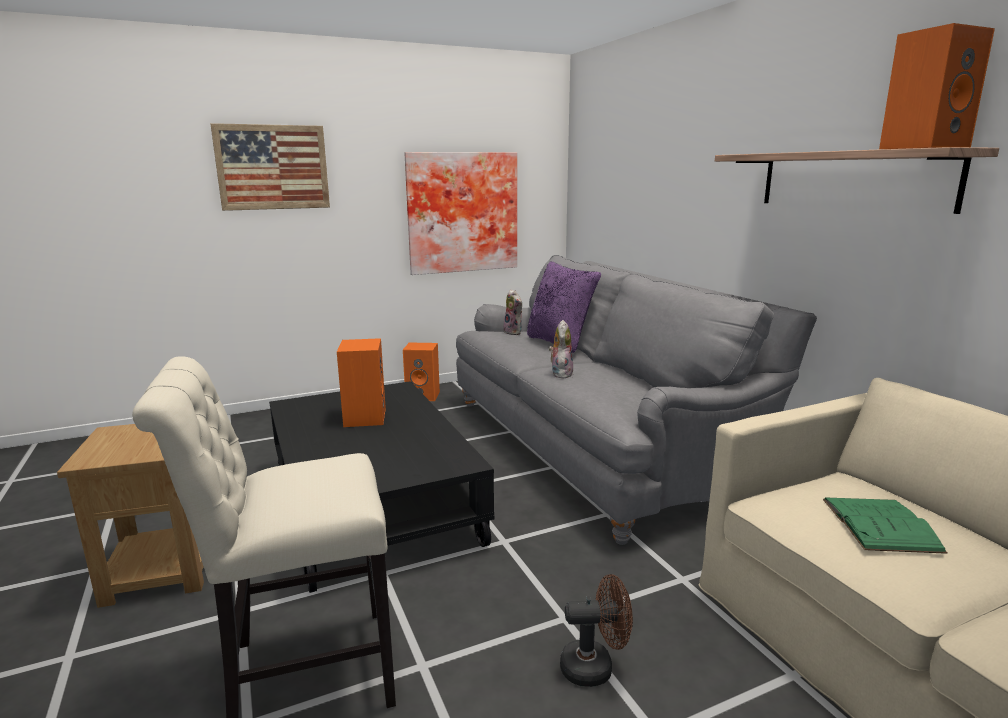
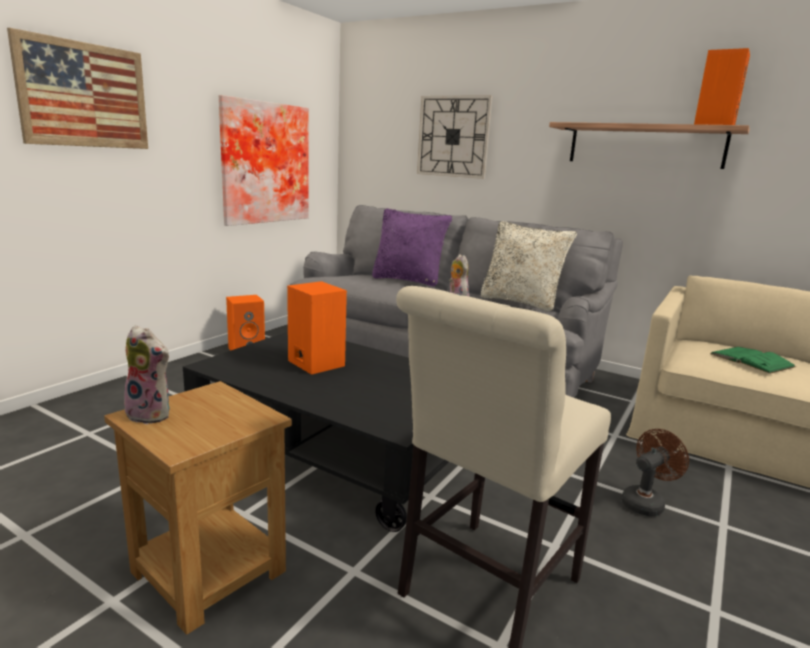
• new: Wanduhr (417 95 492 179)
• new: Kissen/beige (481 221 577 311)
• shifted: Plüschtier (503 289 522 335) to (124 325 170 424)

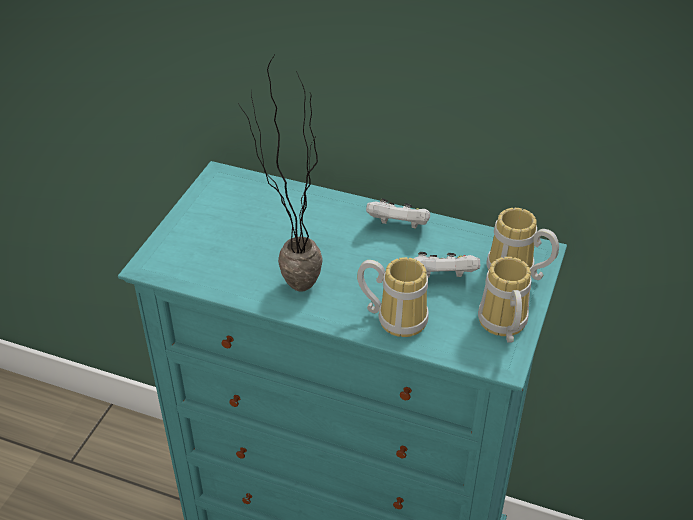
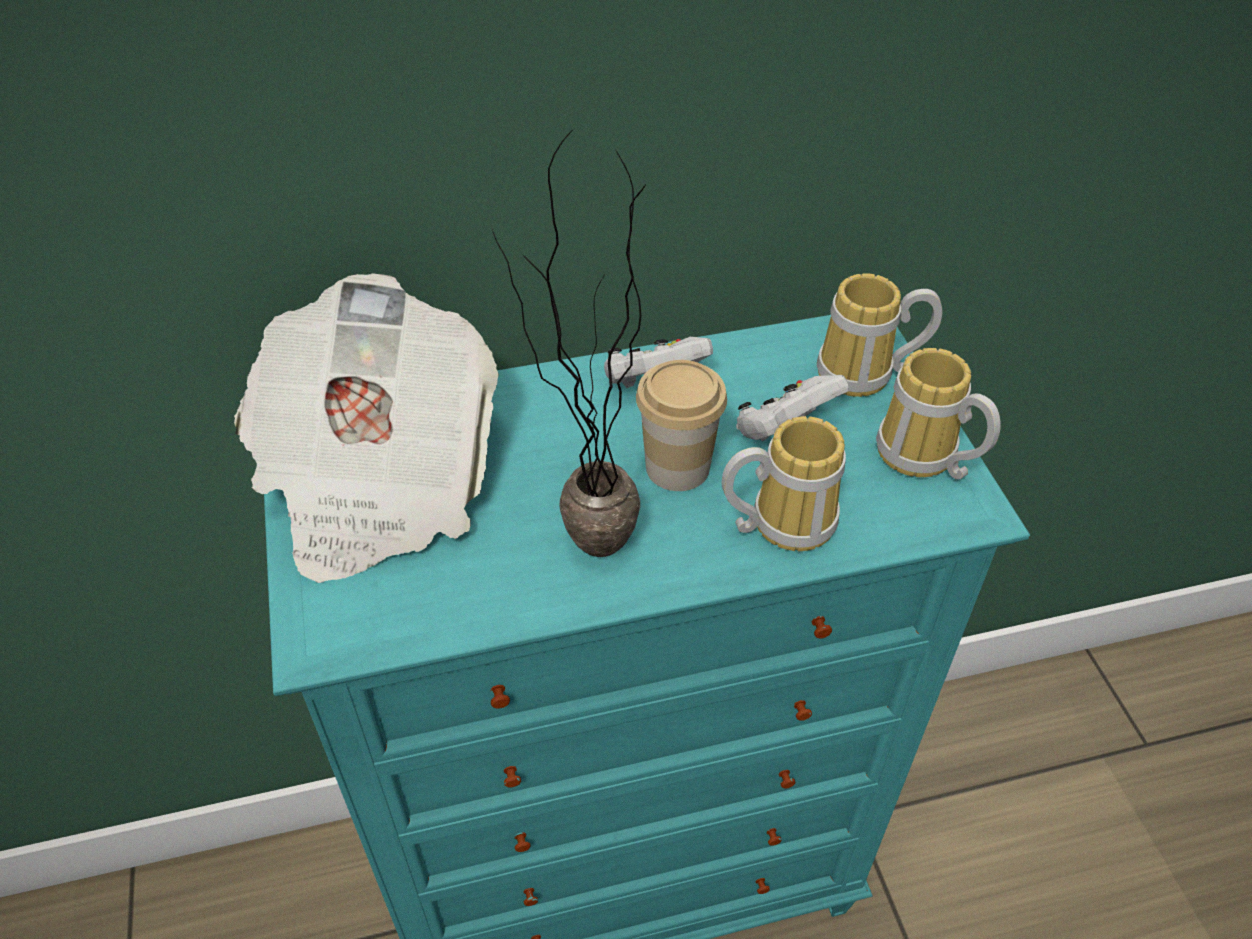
• new: Zeitung (234 273 499 583)
• new: Tasse (636 360 727 491)

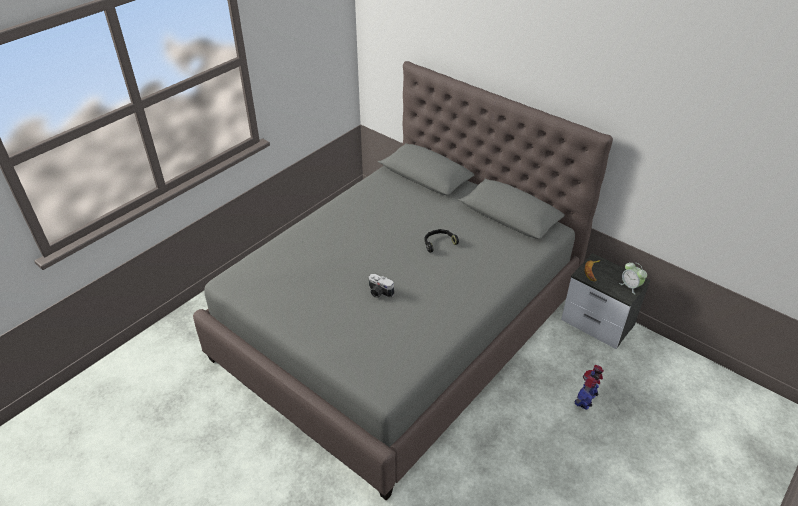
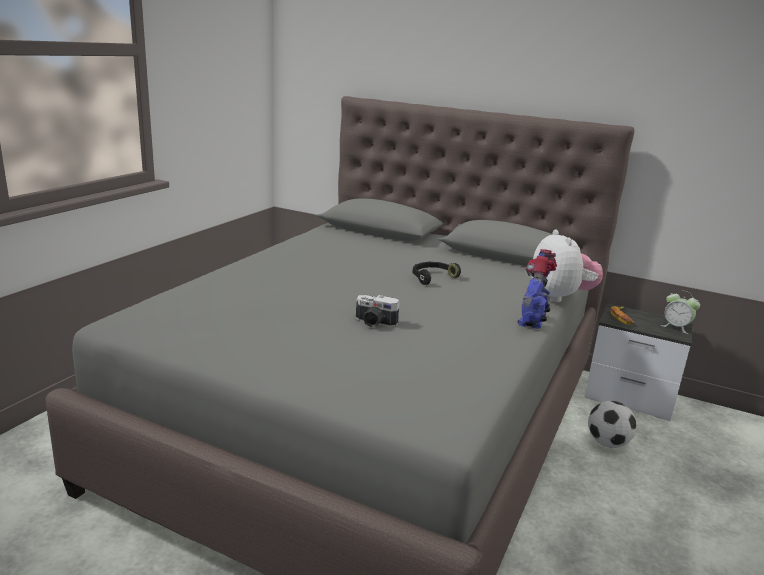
• new: Plüschtier (531 229 603 302)
• new: Fußball (588 401 637 448)
• shifted: Spielzeugroboter (574 365 604 410) to (517 249 557 329)

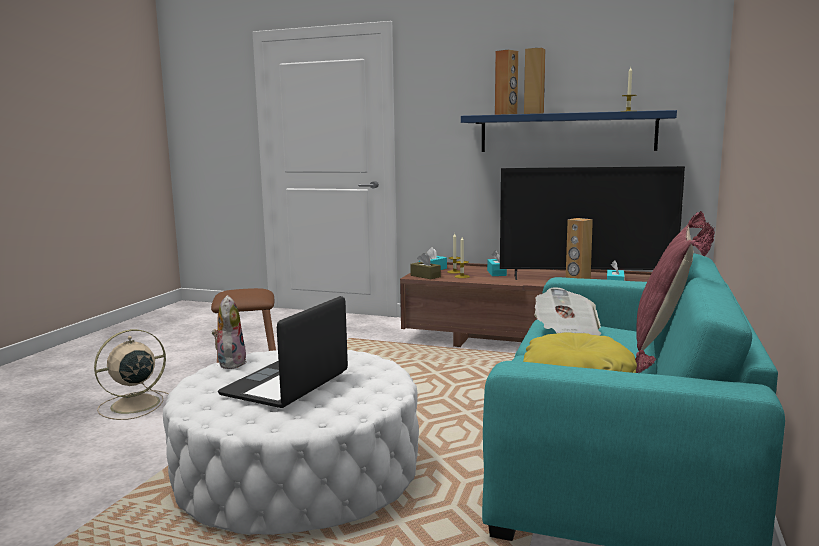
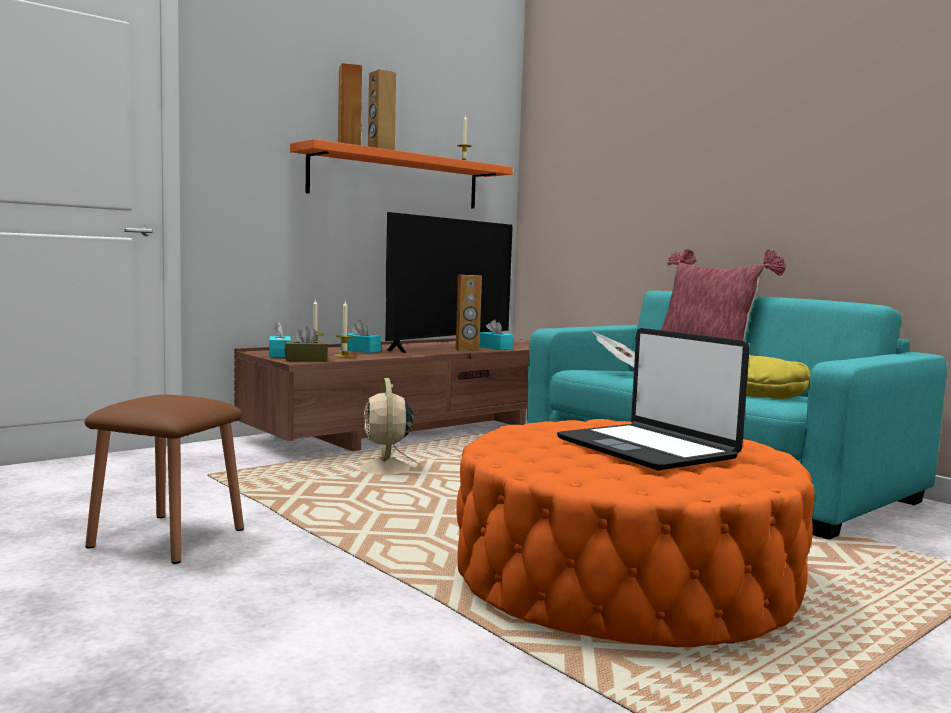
• gone: Plüschtier (212 295 247 369)
• shifted: Ventilator/beige (94 329 169 420) to (351 378 423 475)
• repainted: Polsterhocker/weiß (163 350 419 535) to Polsterhocker/orange (456 419 814 647)
• repainted: Wandregal/blau (461 110 677 152) to Wandregal/orange (290 139 513 209)

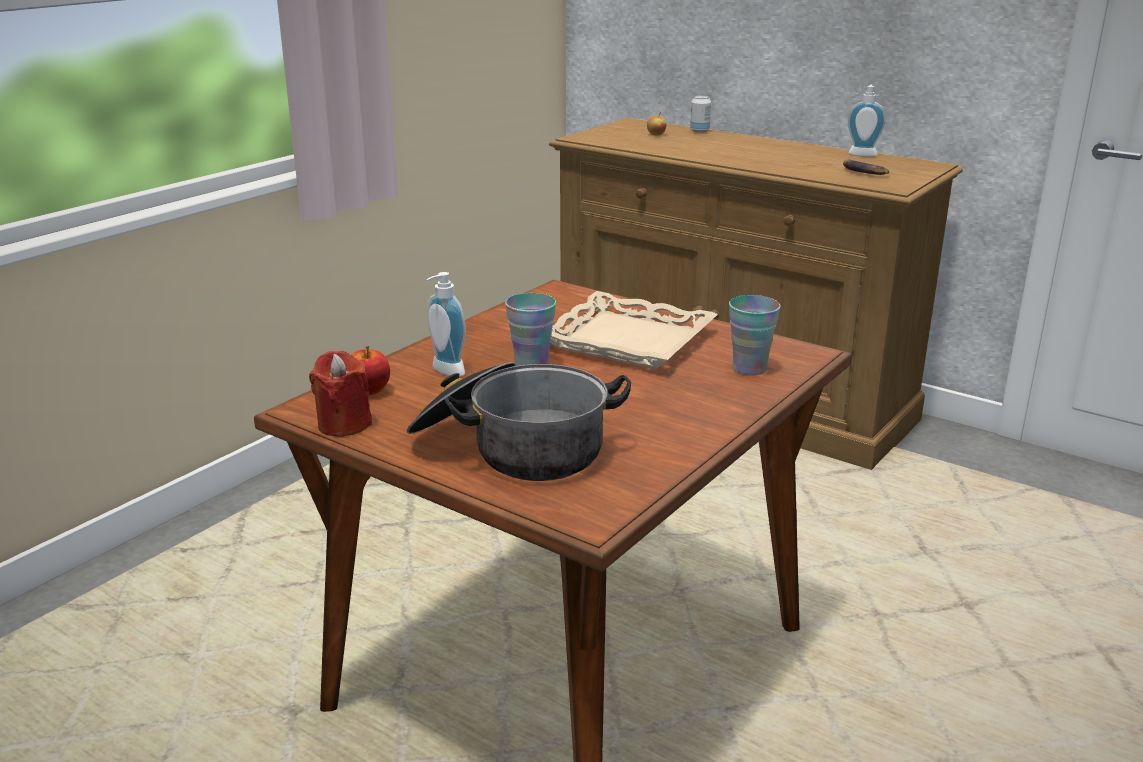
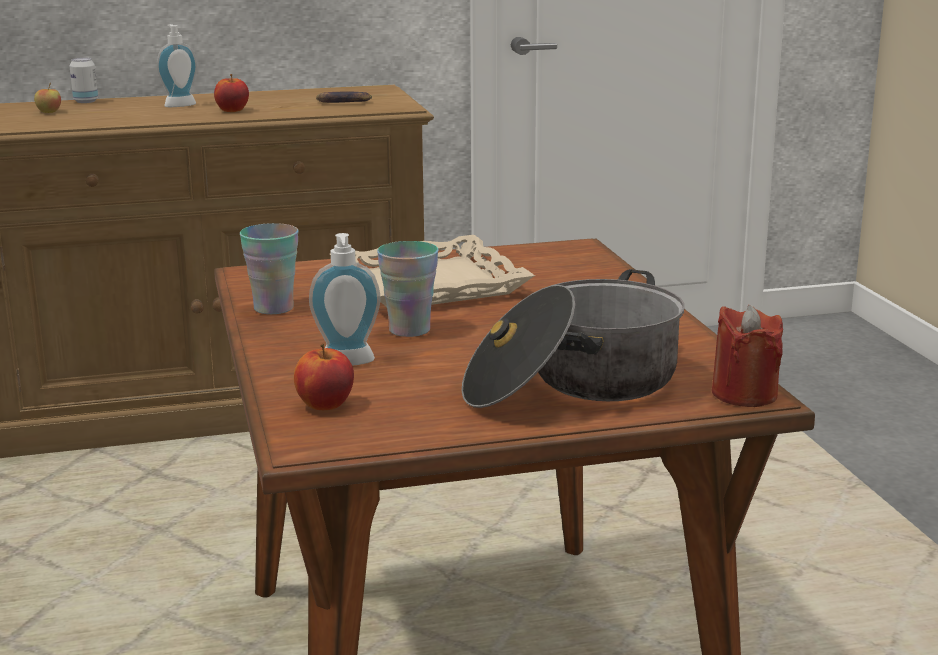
• new: Apfel (214 74 249 112)
• shifted: Kerze/rot (309 351 372 437) to (712 305 783 407)
• shifted: Tasse (729 295 780 376) to (240 223 299 314)
• shifted: Seifenspender (848 84 886 157) to (157 24 197 107)

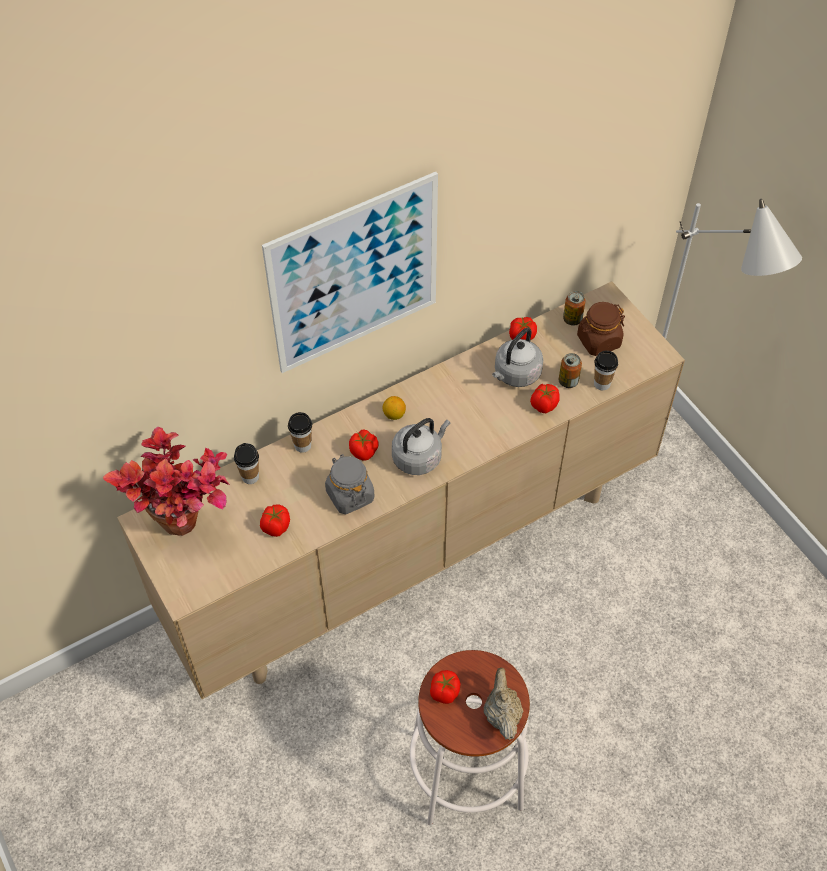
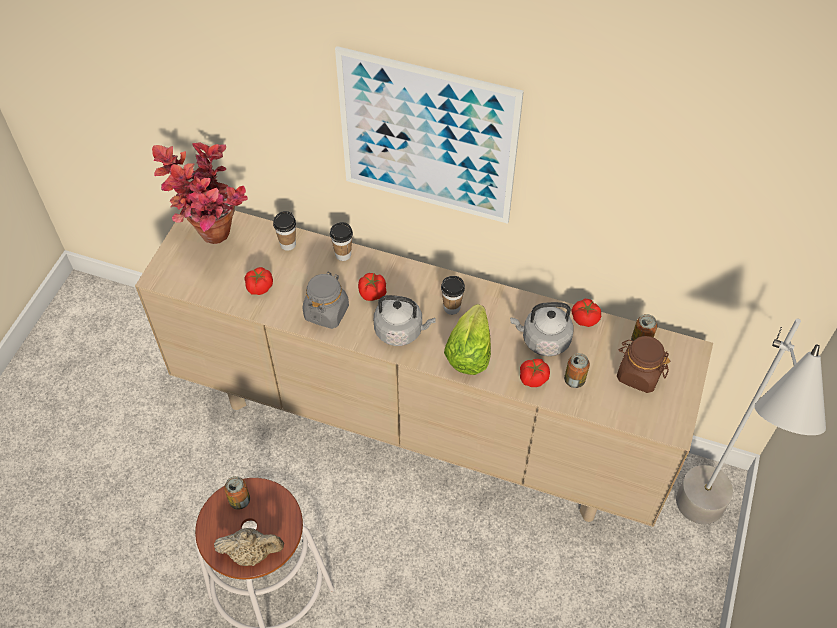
• gone: Zitrone (383 396 406 420)
• new: Salatkopf (444 304 491 375)
• shifted: Tasse (594 350 618 390) to (441 276 465 315)
• swapped: Tomate (430 670 461 704) to Dose (224 476 250 510)
• rotated: Teekanne/beige (484 667 524 740) = (214 528 284 566) 45 degrees clockwise

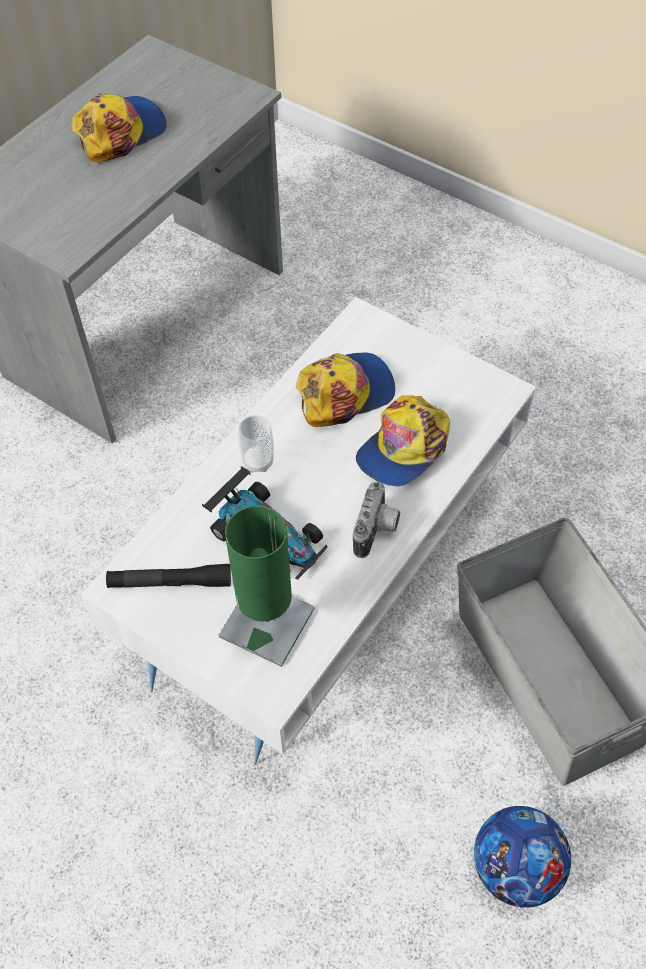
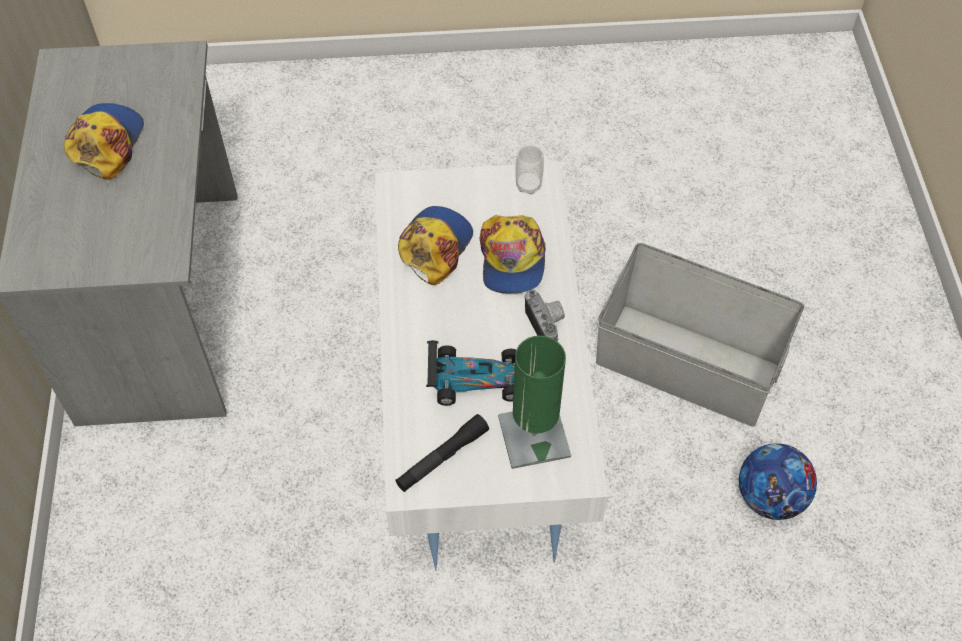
• shifted: Tasse (238 415 274 472) to (515 145 544 194)

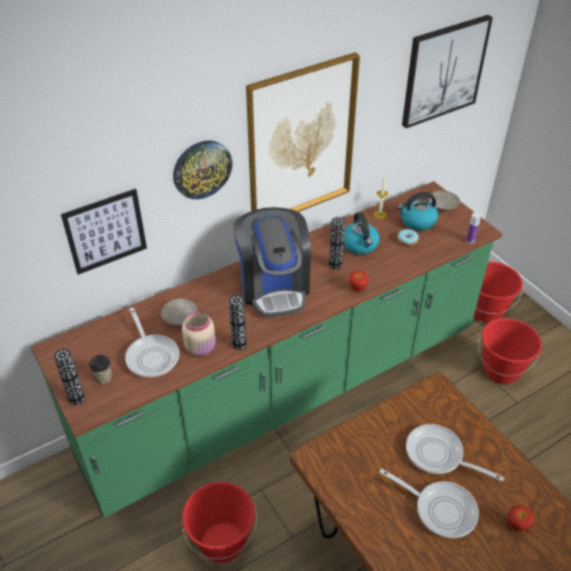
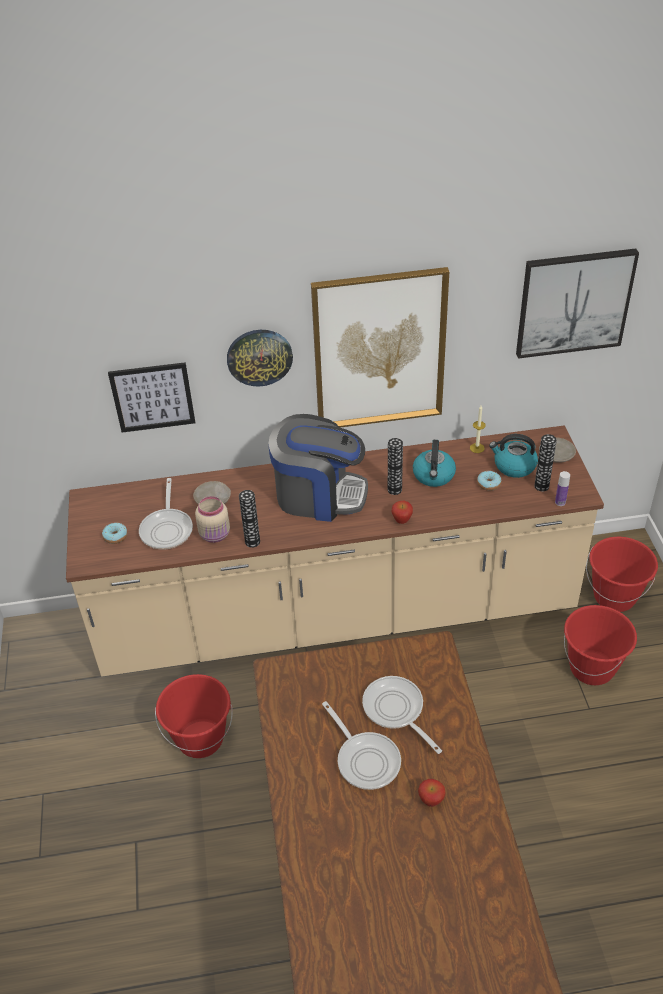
• shifted: Vase (54 349 85 405) to (534 434 557 491)
• swapped: Tasse (89 355 112 384) to Donut (102 523 127 544)
• repainted: Küchenzeile/grün (31 181 502 518) to Küchenzeile/beige (66 426 604 677)
• rotated: Kaffeemaschine (233 207 311 317) = (268 414 368 522) 90 degrees counterclockwise

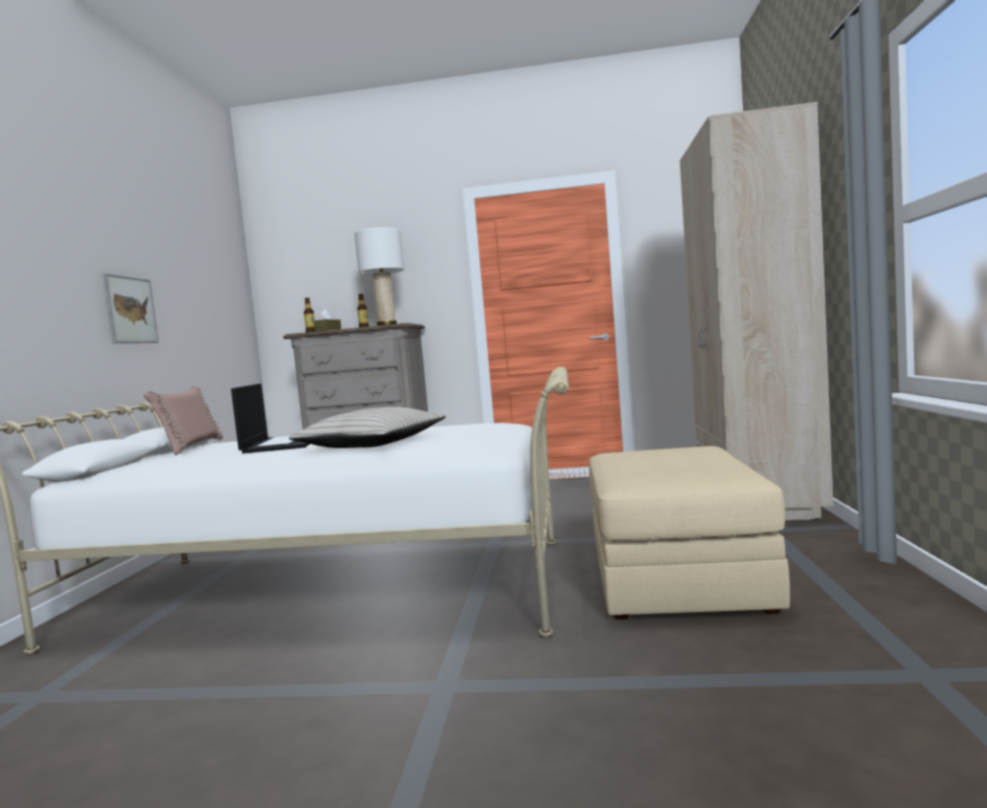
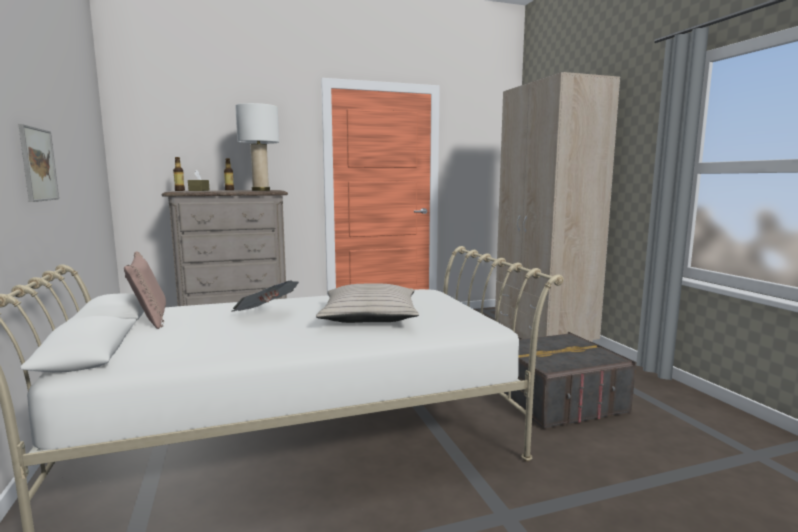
• swapped: Laptop (231 384 309 453) to Zeitung (232 280 299 311)
• swapped: Polsterhocker/beige (589 446 790 620) to Aufbewahrungsbox/grau (504 332 636 429)

